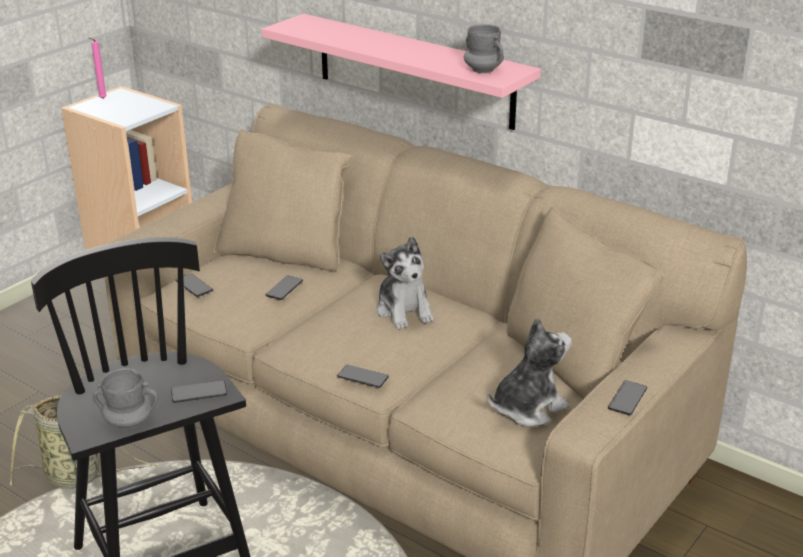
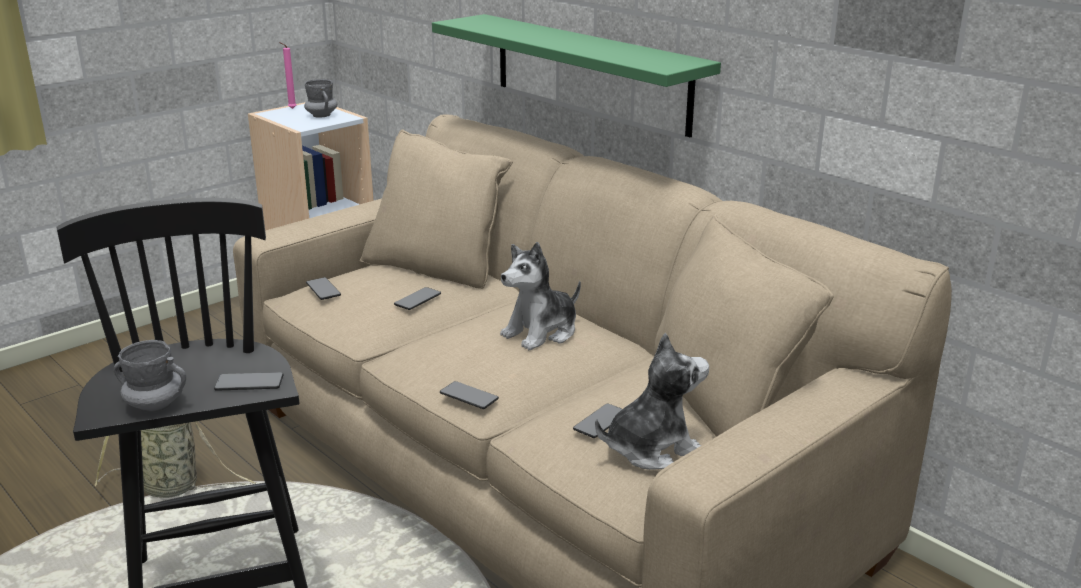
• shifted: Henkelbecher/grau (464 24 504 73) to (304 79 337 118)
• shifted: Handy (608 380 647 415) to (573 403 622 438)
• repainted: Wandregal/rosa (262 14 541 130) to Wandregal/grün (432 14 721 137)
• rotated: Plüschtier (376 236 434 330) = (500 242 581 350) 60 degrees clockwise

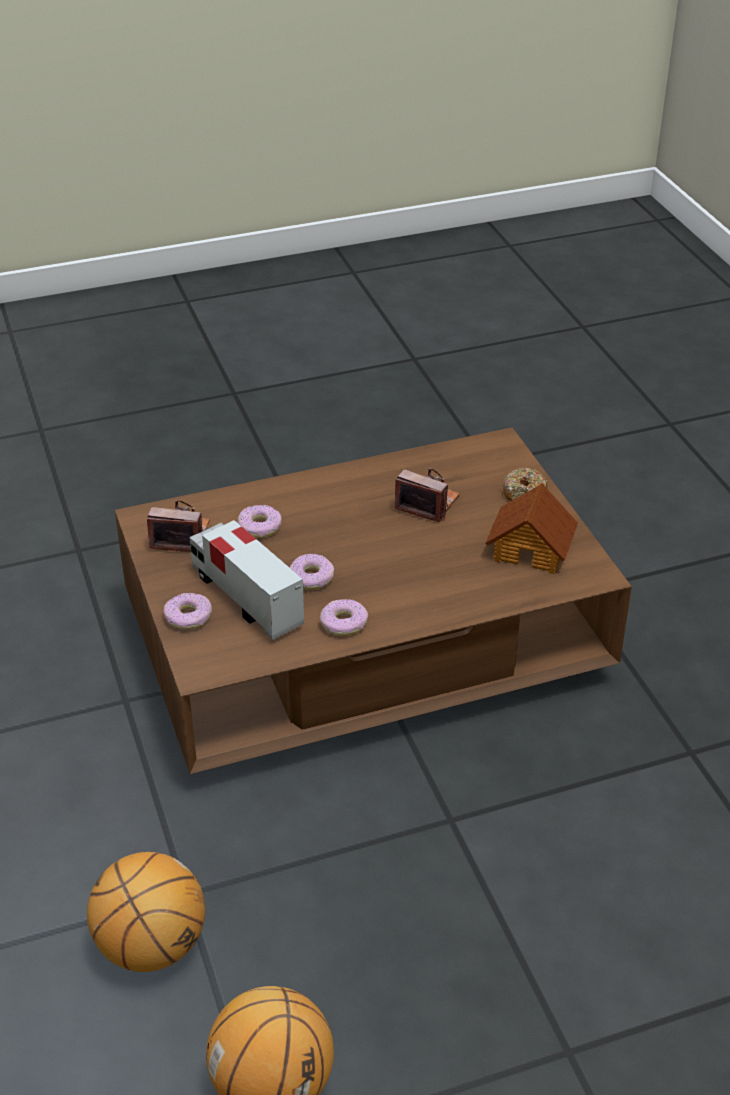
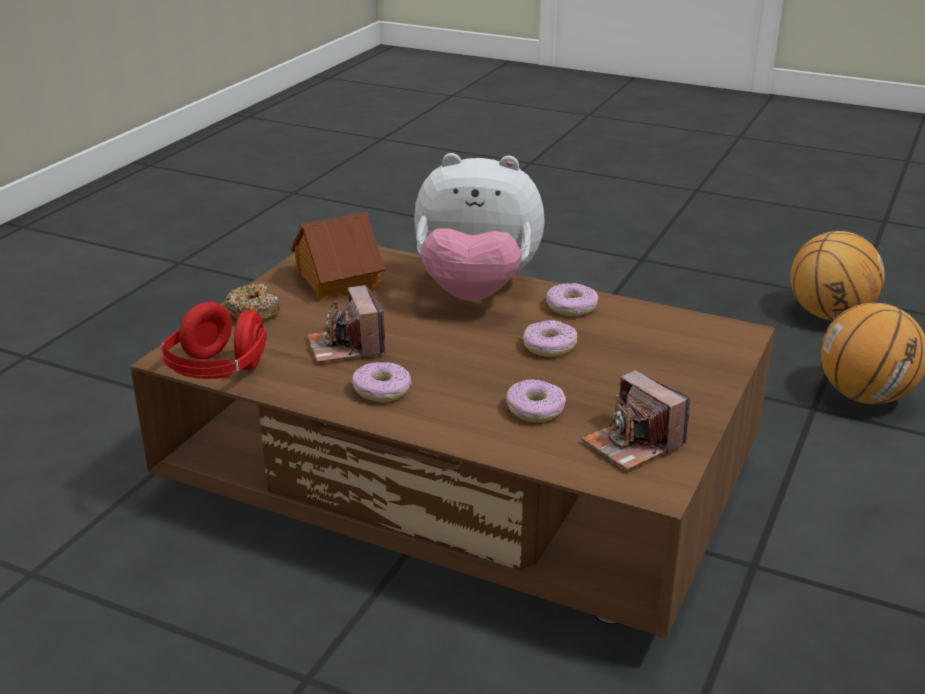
• gone: Spielzeuglaster (189 520 304 640)
• new: Kopfhörer/rot (161 302 267 379)
• new: Plüschtier (414 153 545 301)
• shifted: Donut (163 592 212 630) to (352 362 412 402)

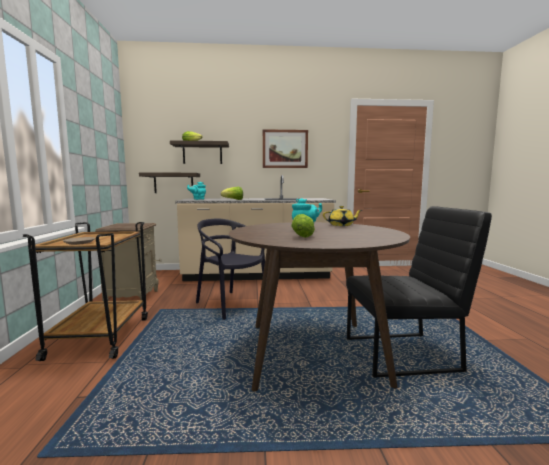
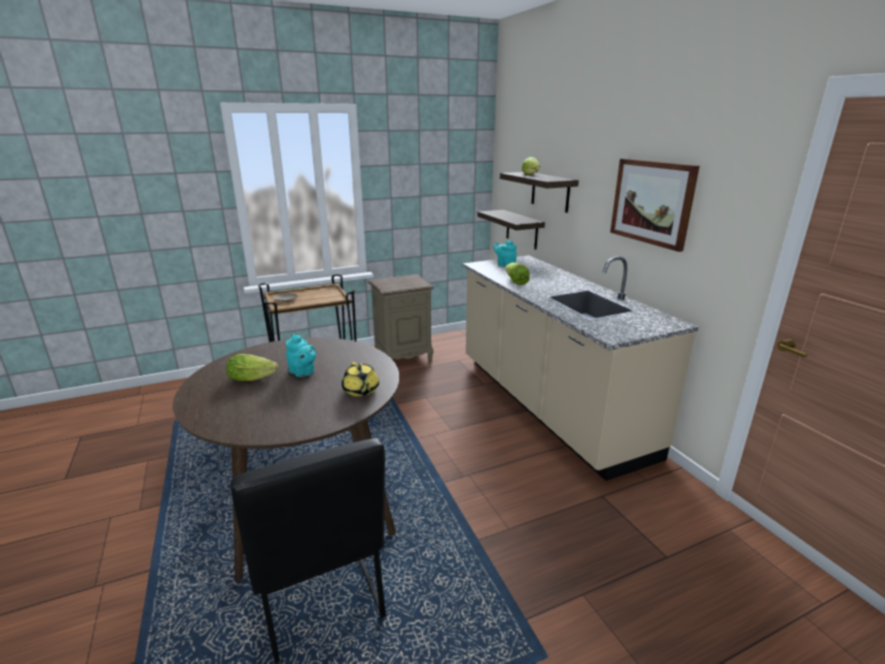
• gone: Stuhl/schwarz (196 218 265 320)

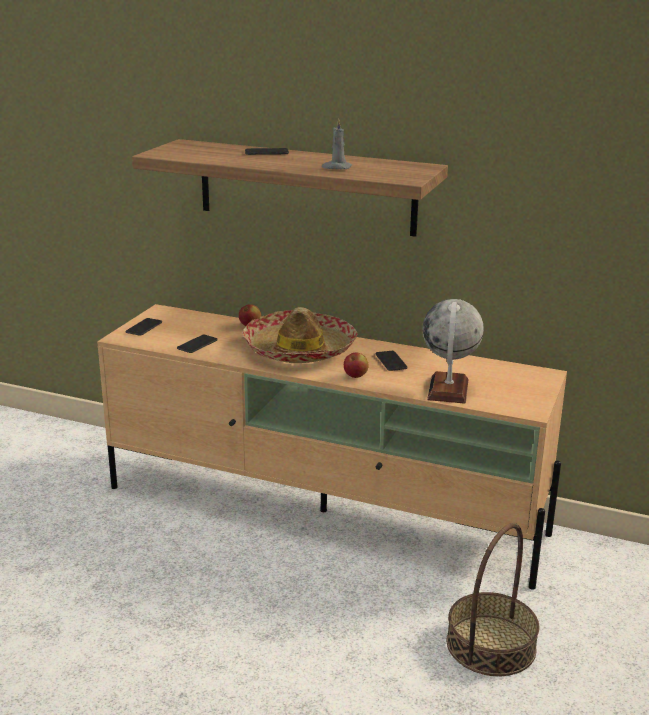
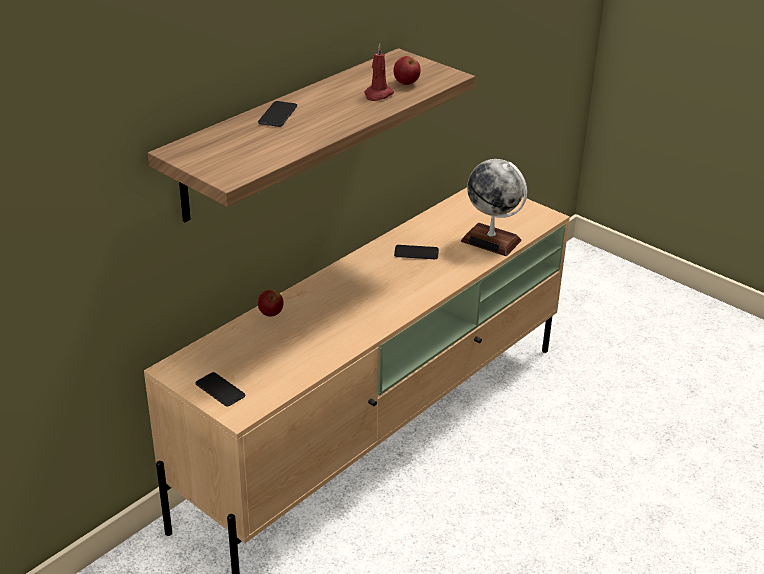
• gone: Handy (177 335 218 353)
• gone: Hut (242 307 357 363)
• gone: Korb (447 523 539 676)
• shifted: Apfel (344 353 368 378) to (393 56 421 85)
• repainted: Kerze/grau (322 118 352 169) to Kerze/rot (364 44 394 101)

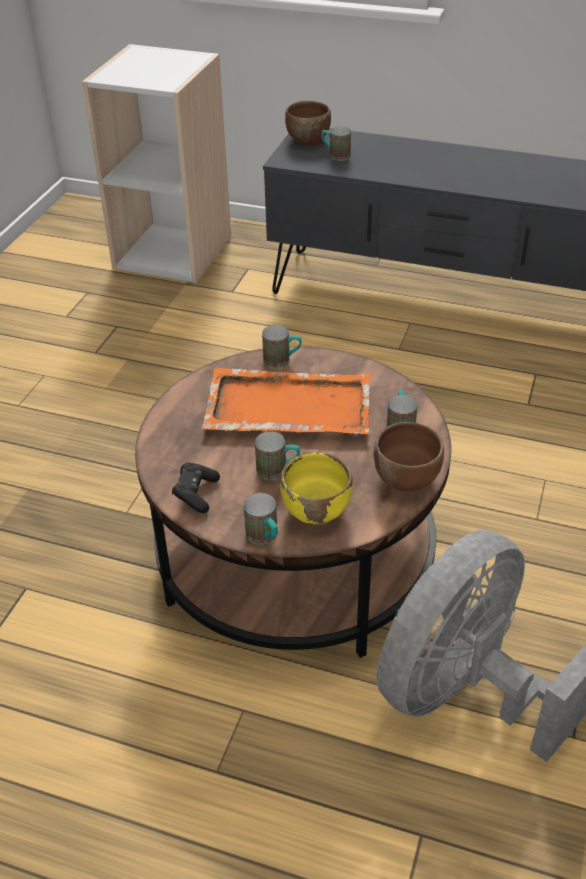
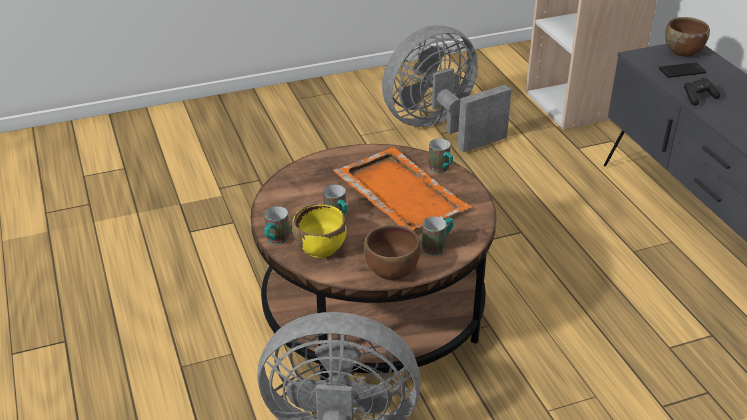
• new: Ventilator/grau (382 25 512 152)
• shifted: Gamepad/schwarz (172 463 220 513) to (684 78 721 106)
• swapped: Henkelbecher (322 127 351 161) to Handy (659 62 706 78)

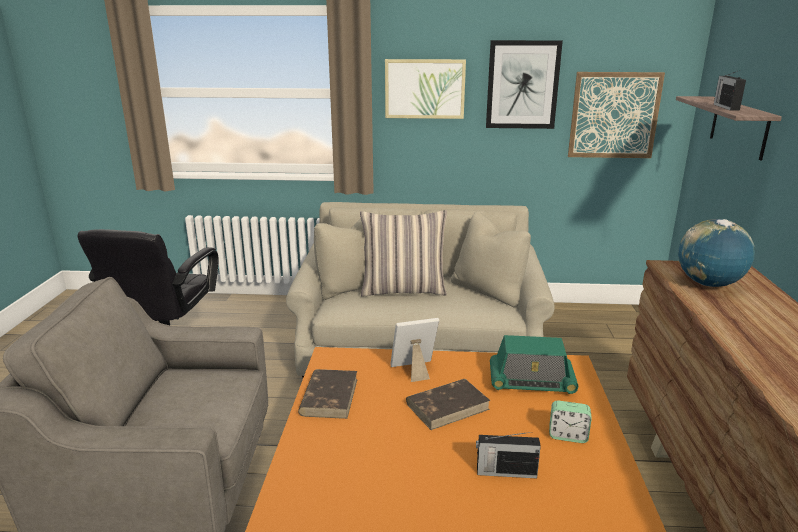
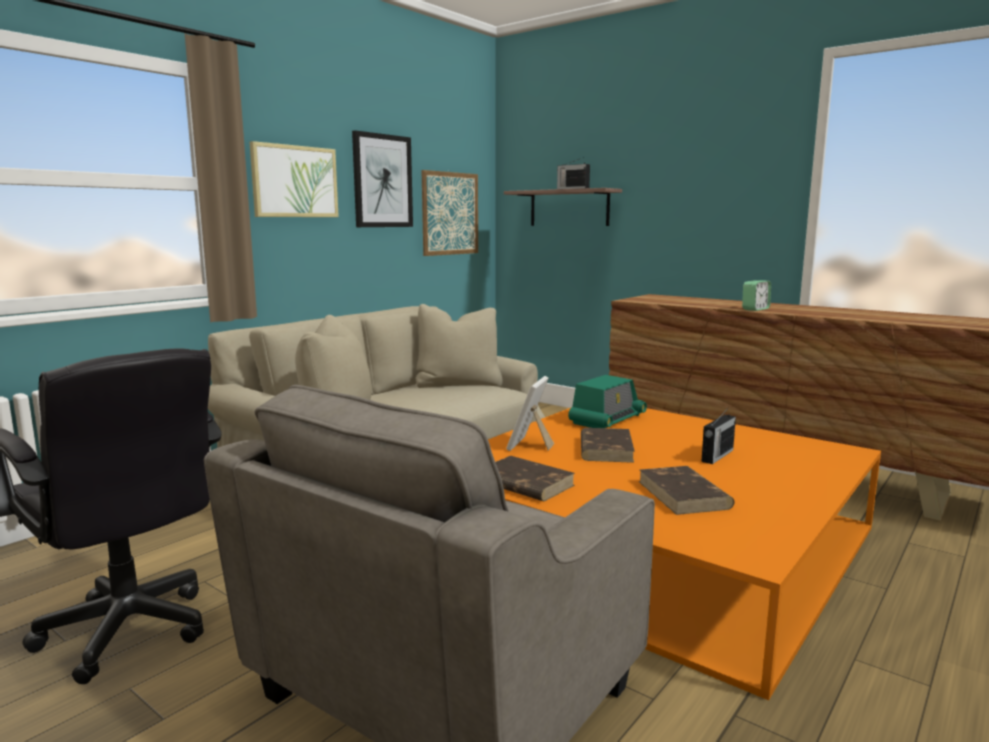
• gone: Kissen (360 210 447 296)
• gone: Globus (678 219 755 287)
• new: Buch/braun (638 466 735 515)
• shifted: Wecker (549 401 592 443) to (742 280 771 311)

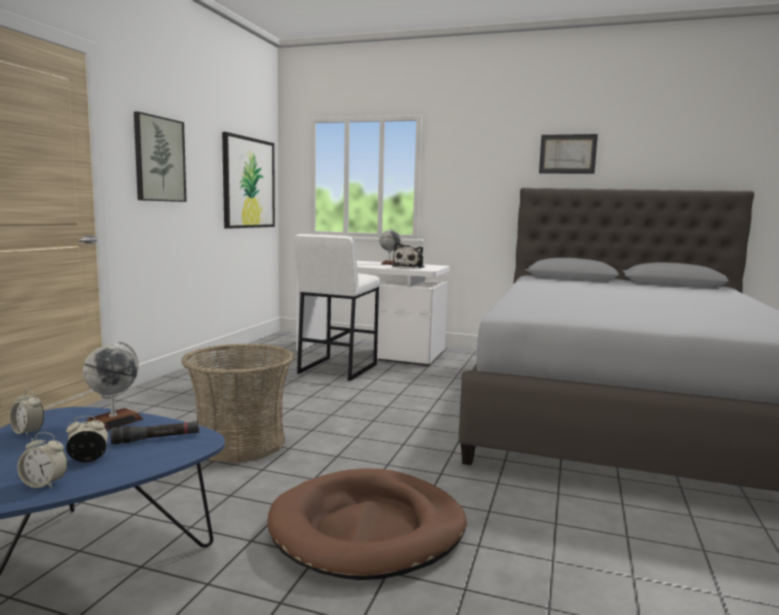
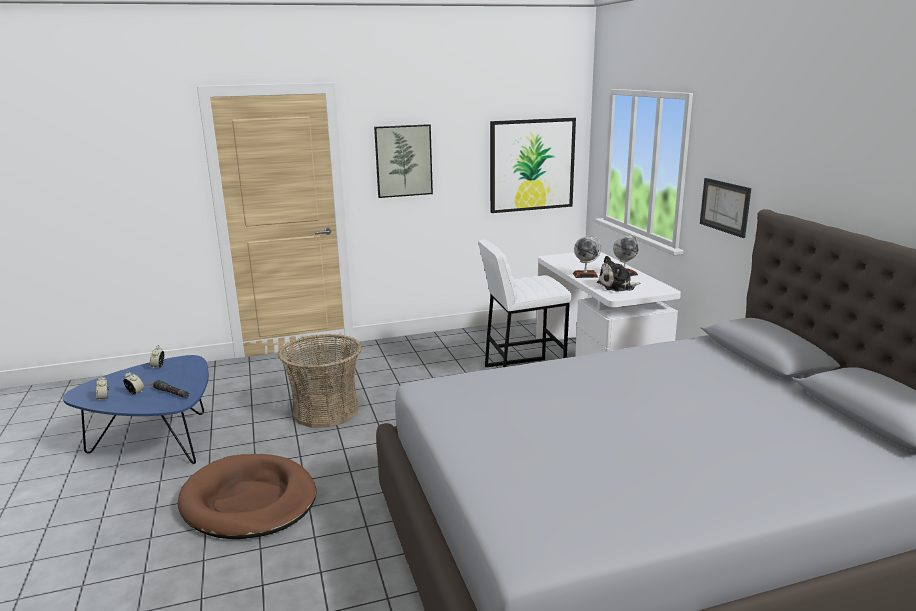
• shifted: Globus (83 341 143 430) to (573 235 601 278)
• shifted: Bild (539 134 598 174) to (700 178 751 238)

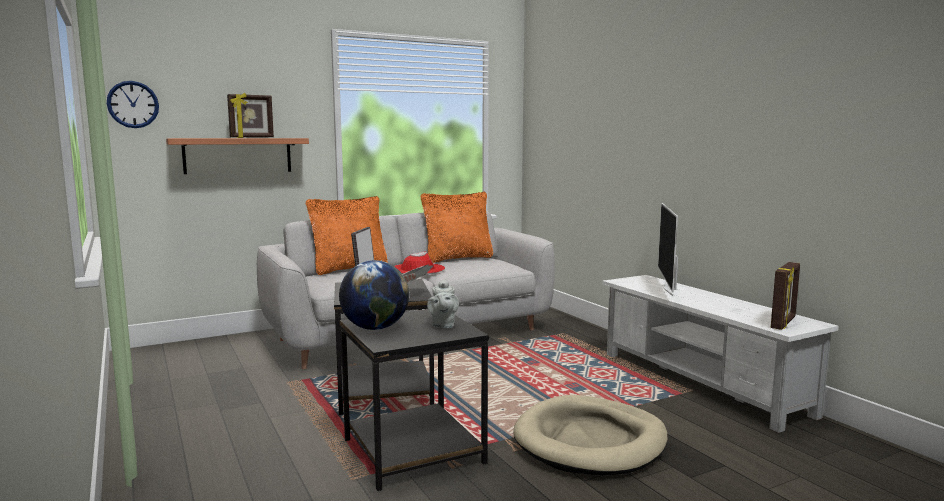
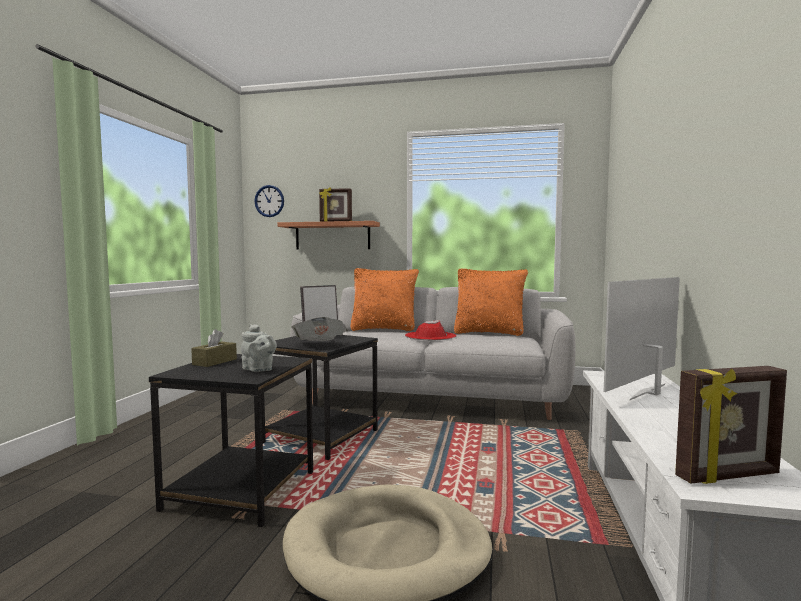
• swapped: Globus (339 260 409 330) to Taschentuchbox/braun (191 329 237 367)
• rotated: Teekanne/grau (427 279 459 328) = (241 324 277 372) 90 degrees counterclockwise

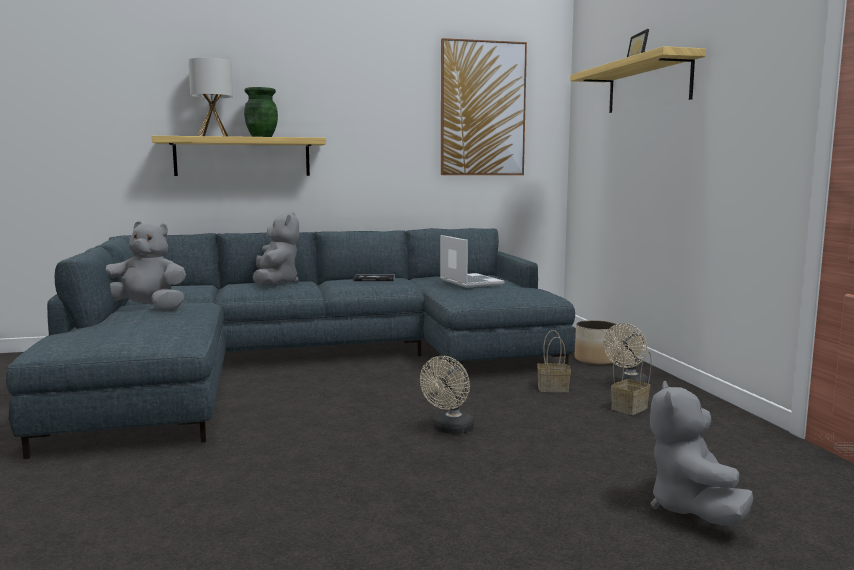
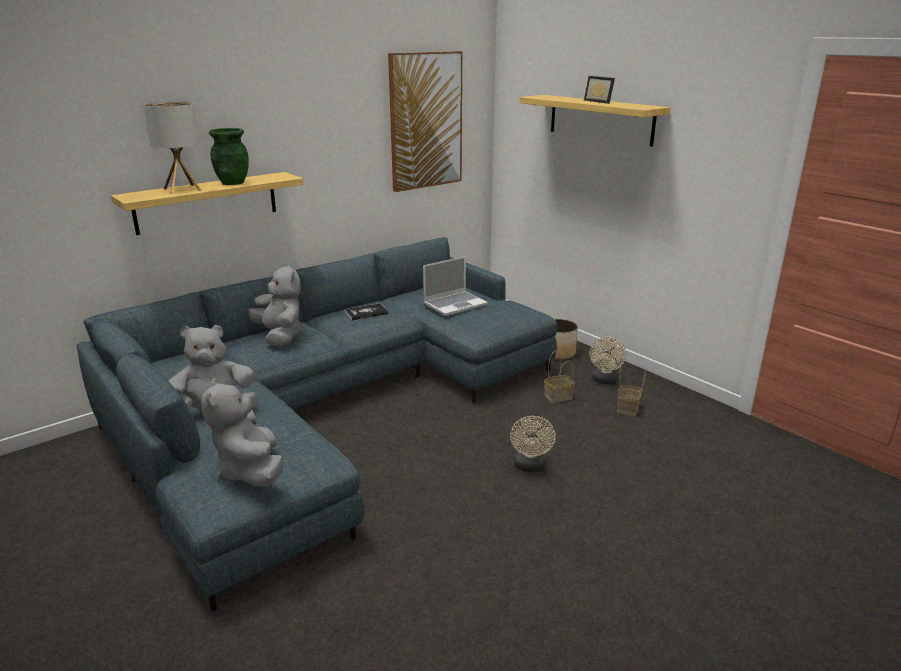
• shifted: Plüschtier/grau (650 381 753 526) to (201 378 284 486)
• rotated: Laptop (440 235 505 288) = (423 256 488 316) 105 degrees clockwise

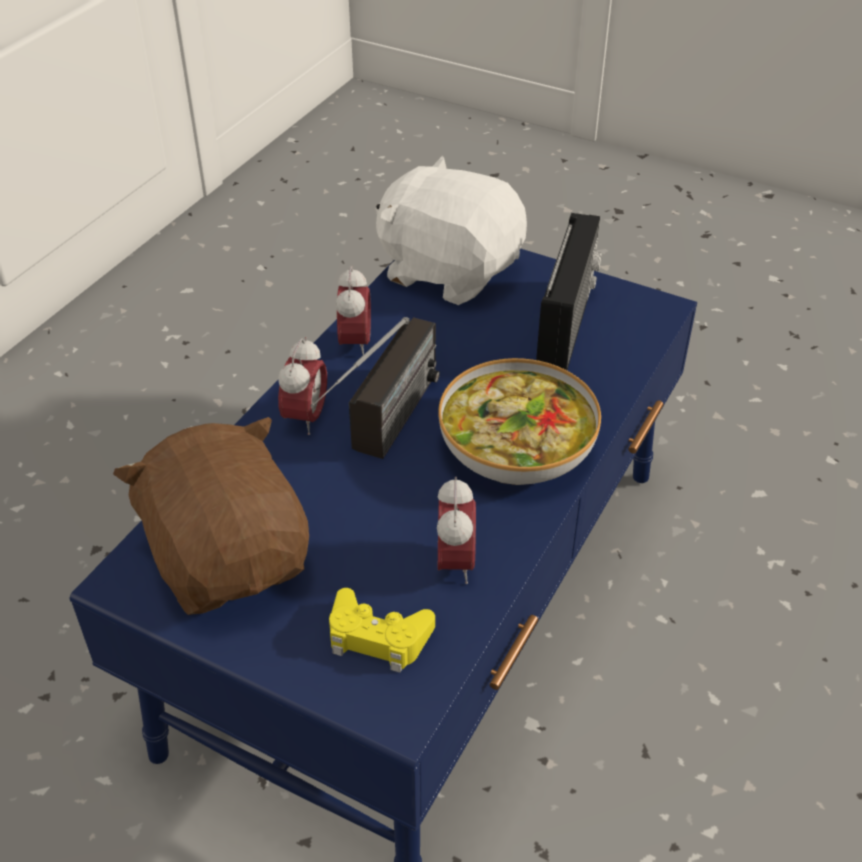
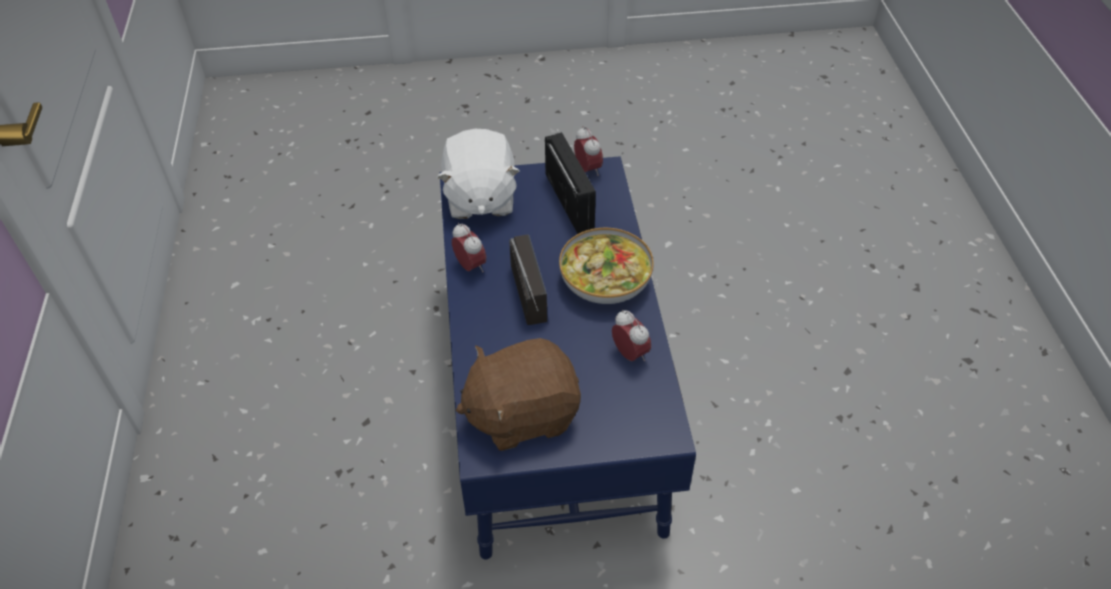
• gone: Gamepad/gelb (329 588 435 673)
• shifted: Wecker (278 337 327 435) to (574 126 603 176)
• rotated: Plüschtier/braun (113 417 309 615) = (456 338 581 451) 45 degrees counterclockwise
• rotated: Plüschtier/weiß (376 156 527 305) = (437 129 520 219) 90 degrees counterclockwise

